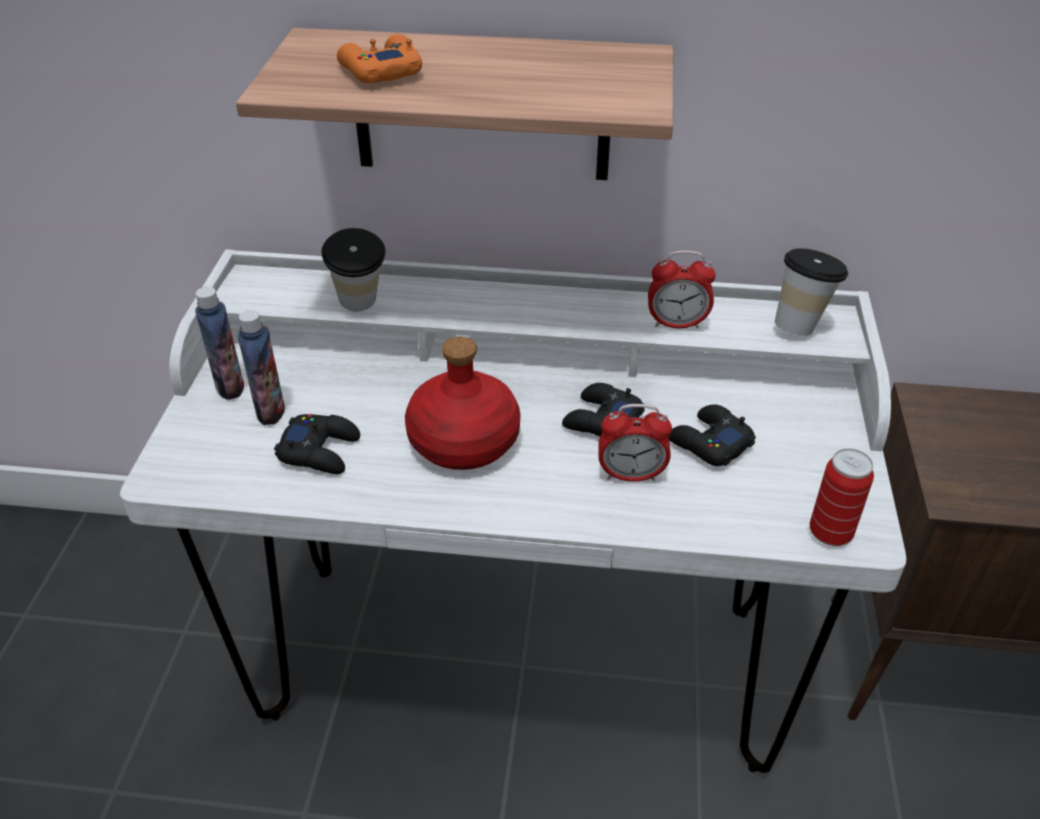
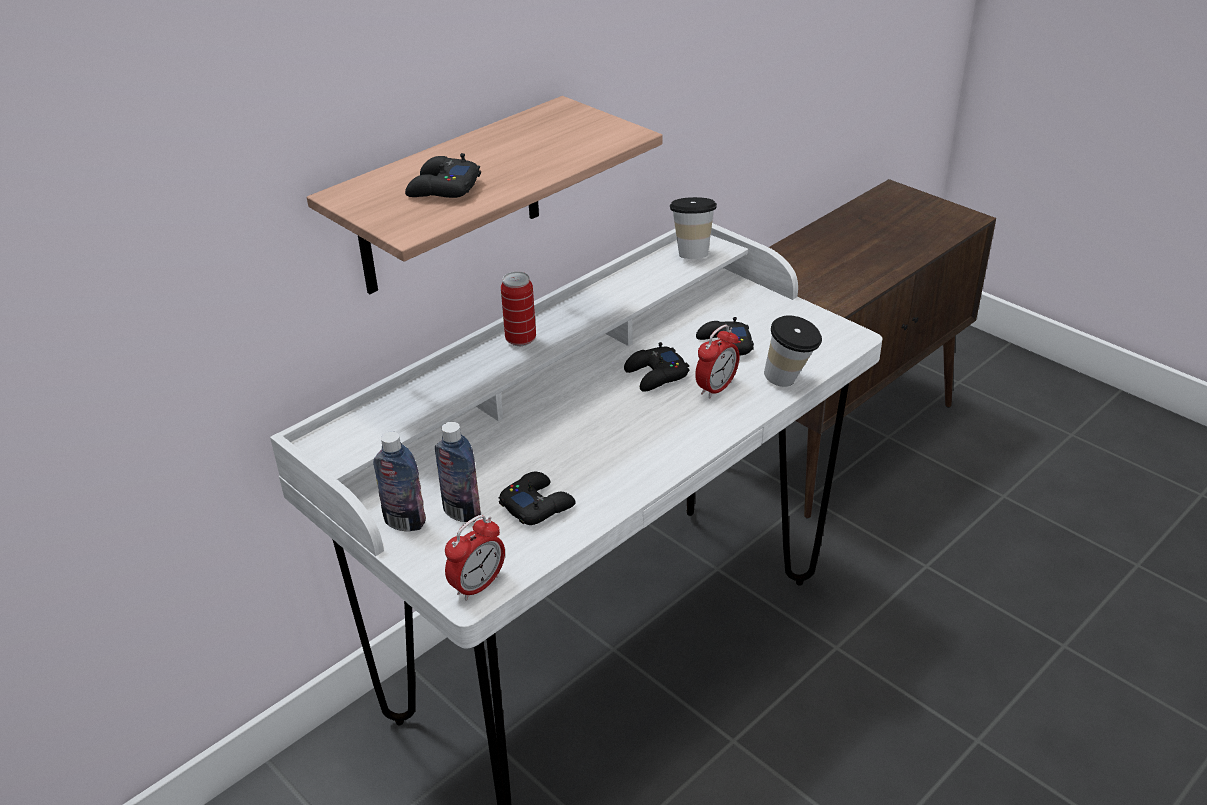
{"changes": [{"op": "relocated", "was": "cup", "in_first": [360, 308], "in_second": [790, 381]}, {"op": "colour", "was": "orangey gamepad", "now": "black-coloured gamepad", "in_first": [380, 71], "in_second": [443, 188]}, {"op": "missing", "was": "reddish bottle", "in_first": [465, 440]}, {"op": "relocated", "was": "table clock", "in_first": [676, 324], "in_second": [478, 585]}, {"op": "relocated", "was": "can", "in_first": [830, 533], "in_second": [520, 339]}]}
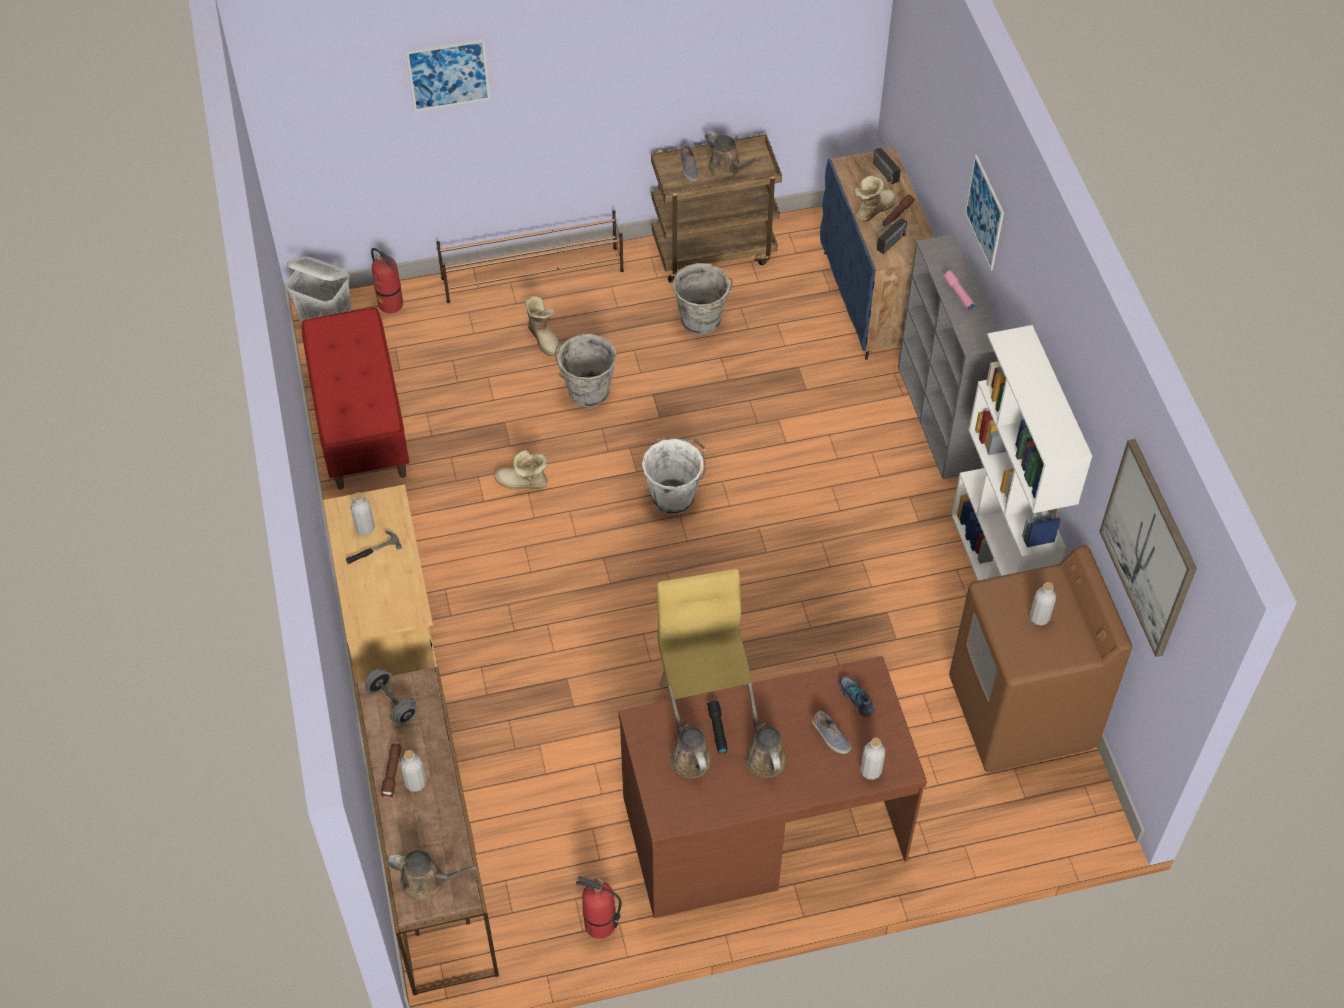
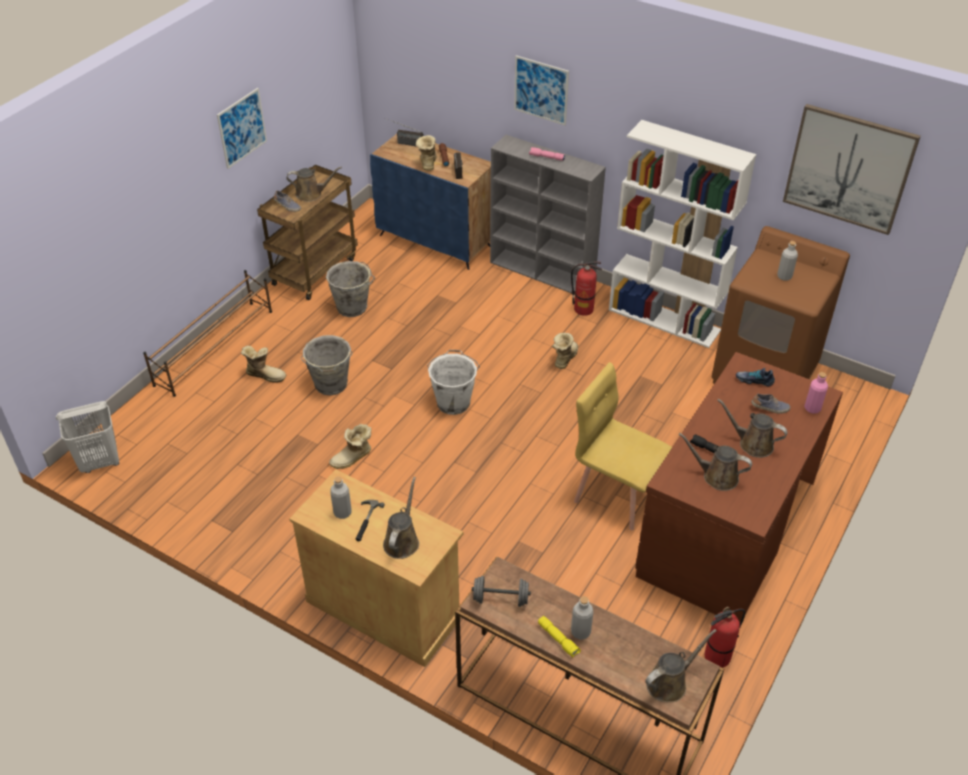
{"changes": [{"op": "missing", "was": "reddish bench", "in_first": [360, 422]}, {"op": "relocated", "was": "extinguisher", "in_first": [391, 304], "in_second": [583, 309]}, {"op": "colour", "was": "brown-coloured hand torch", "now": "yellow-coloured hand torch", "in_first": [392, 773], "in_second": [559, 639]}, {"op": "relocated", "was": "wall art", "in_first": [448, 75], "in_second": [242, 128]}, {"op": "colour", "was": "greyish bottle", "now": "pink bottle", "in_first": [870, 771], "in_second": [812, 408]}, {"op": "appeared", "now": "brown-coloured watering can", "in_second": [402, 541]}, {"op": "appeared", "now": "tall boot", "in_second": [564, 358]}]}
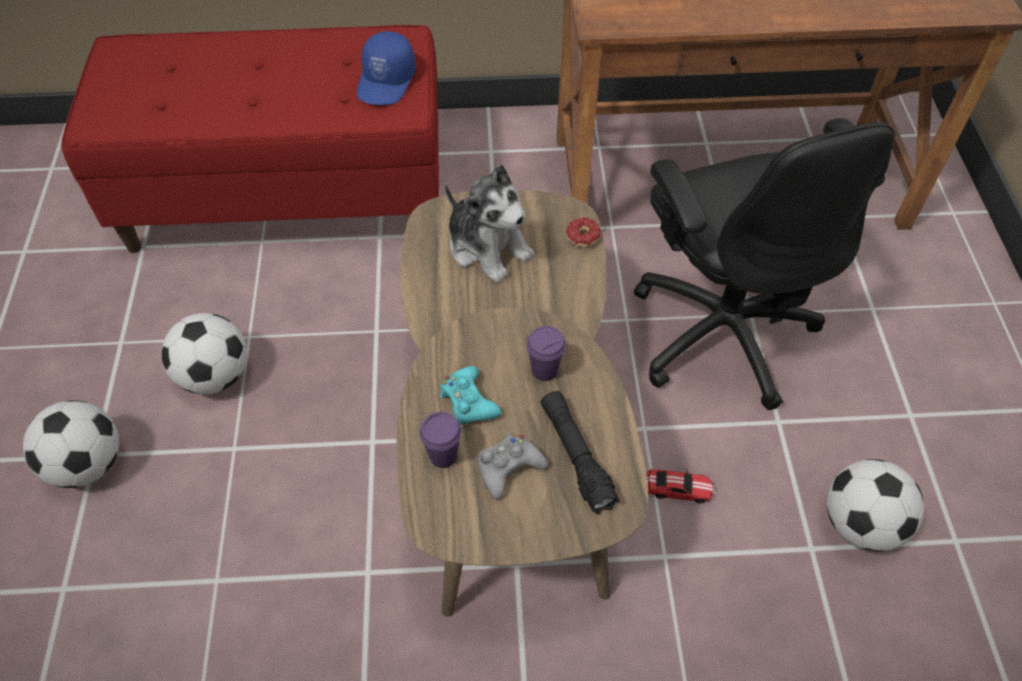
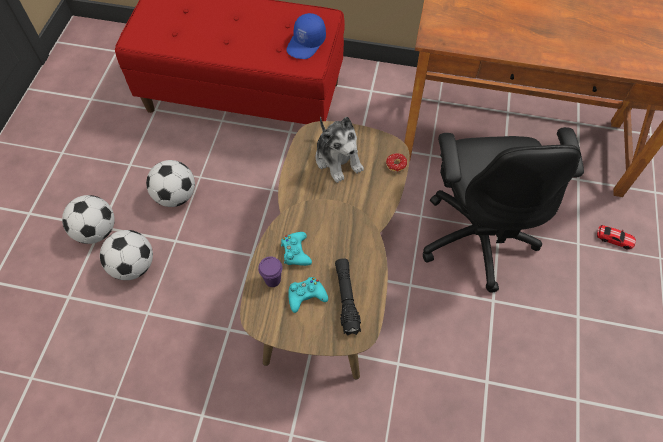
{"changes": [{"op": "colour", "was": "greyish gamepad", "now": "blue-green gamepad", "in_first": [508, 468], "in_second": [306, 296]}, {"op": "missing", "was": "purple cup", "in_first": [544, 370]}, {"op": "relocated", "was": "toy car", "in_first": [678, 488], "in_second": [614, 239]}, {"op": "relocated", "was": "football", "in_first": [860, 523], "in_second": [133, 266]}]}
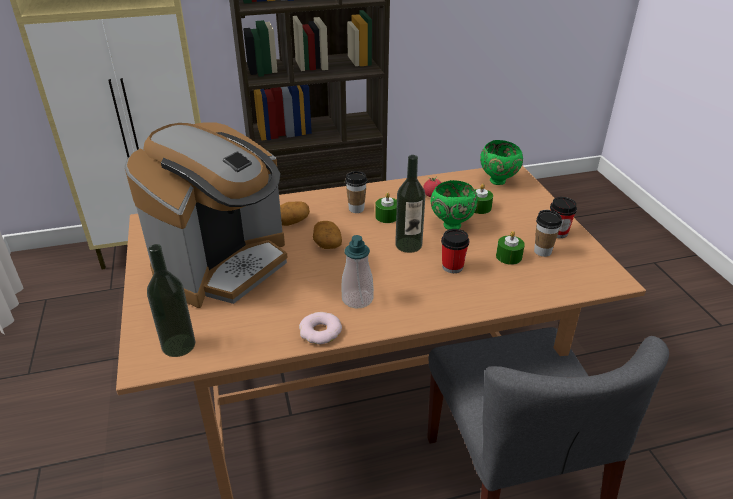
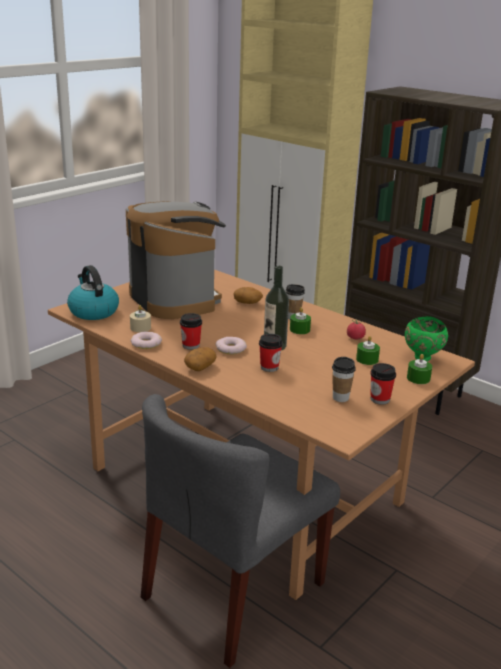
{"changes": [{"op": "spun", "was": "coffee maker", "in_first": [224, 265], "in_second": [175, 299], "clockwise": -120}, {"op": "exchanged", "was": "bottle", "now": "tea kettle", "in_first": [178, 345], "in_second": [93, 311]}, {"op": "relocated", "was": "whole potato", "in_first": [327, 243], "in_second": [200, 367]}, {"op": "exchanged", "was": "soap bottle", "now": "cup", "in_first": [357, 299], "in_second": [191, 345]}, {"op": "missing", "was": "green-coloured deep dish", "in_first": [451, 225]}, {"op": "relocated", "was": "green-coloured wax light", "in_first": [509, 256], "in_second": [418, 378]}, {"op": "appeared", "now": "sand-coloured wax light", "in_second": [140, 327]}, {"op": "appeared", "now": "doughnut", "in_second": [230, 349]}]}
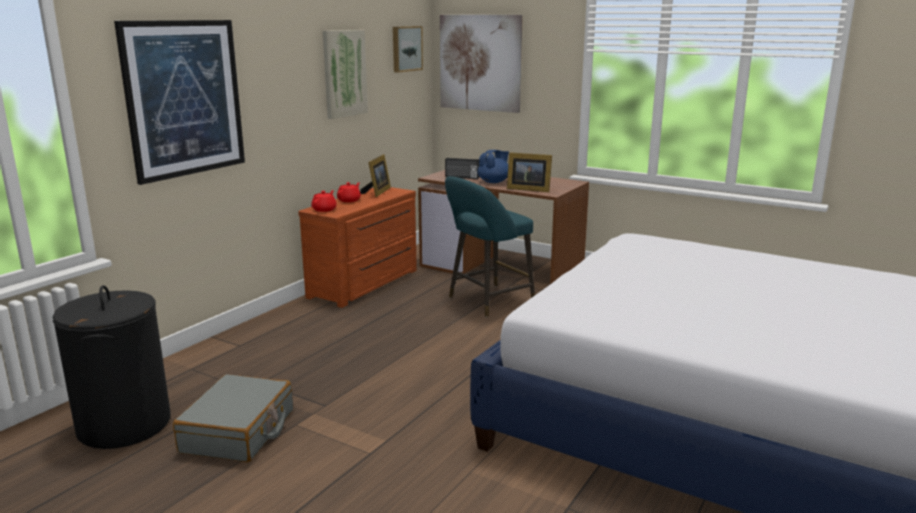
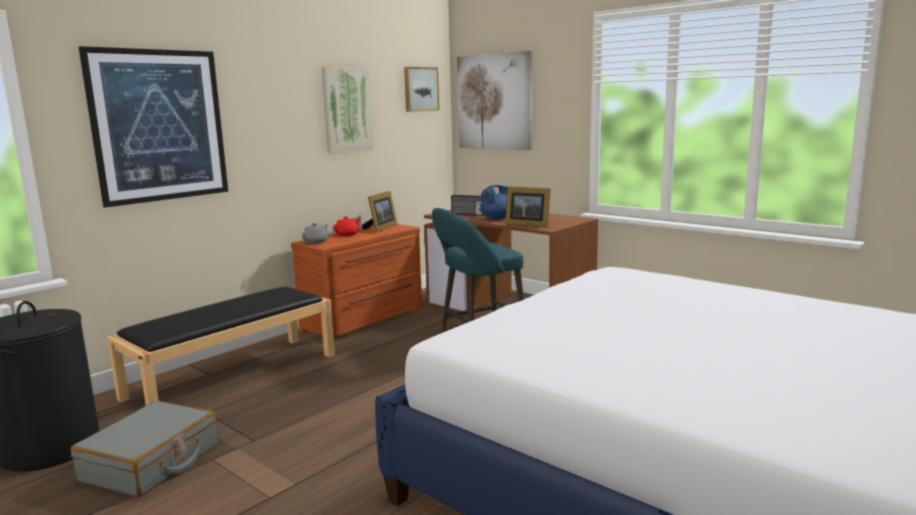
{"changes": [{"op": "colour", "was": "reddish pot for tea", "now": "greyish pot for tea", "in_first": [324, 209], "in_second": [316, 242]}, {"op": "appeared", "now": "black-coloured bench", "in_second": [234, 375]}]}
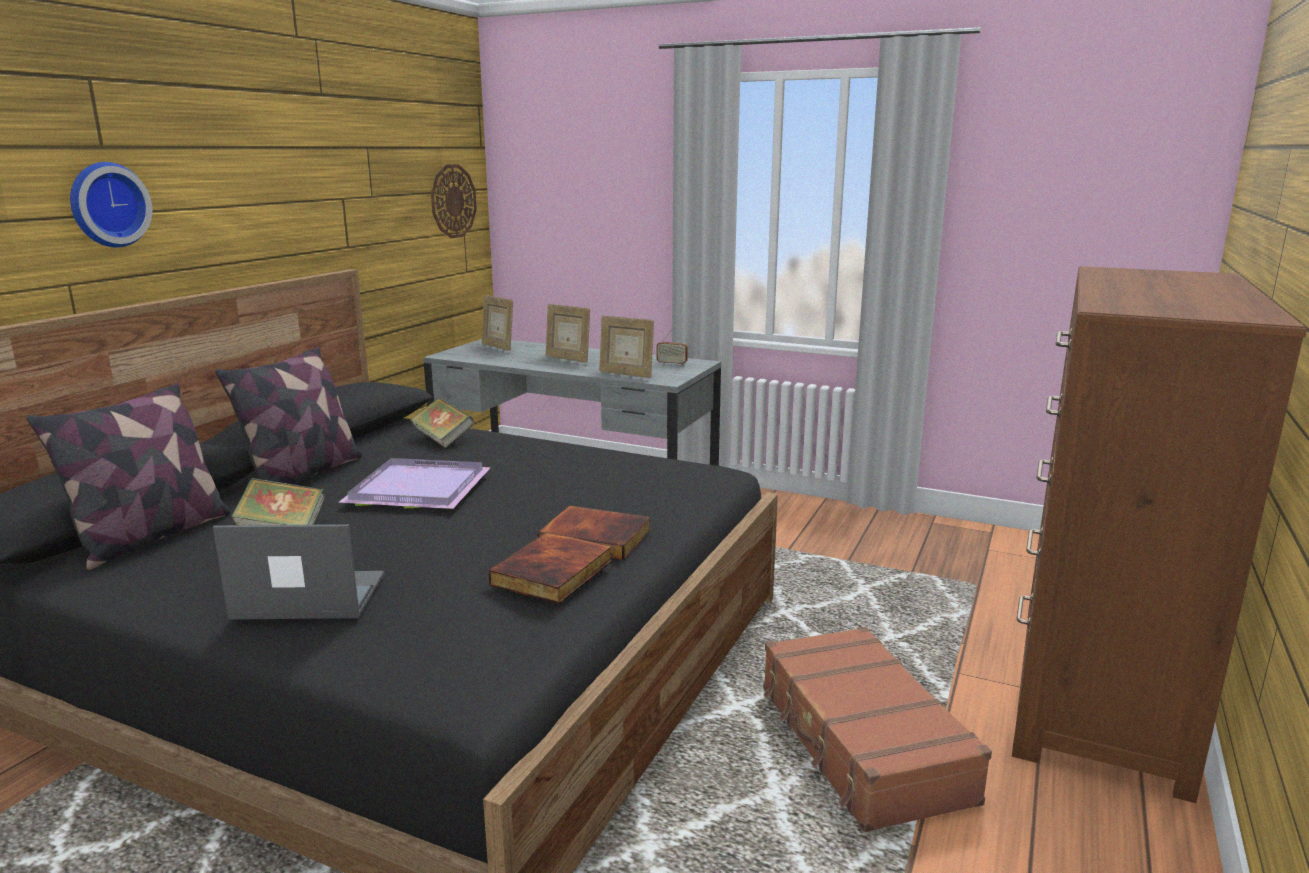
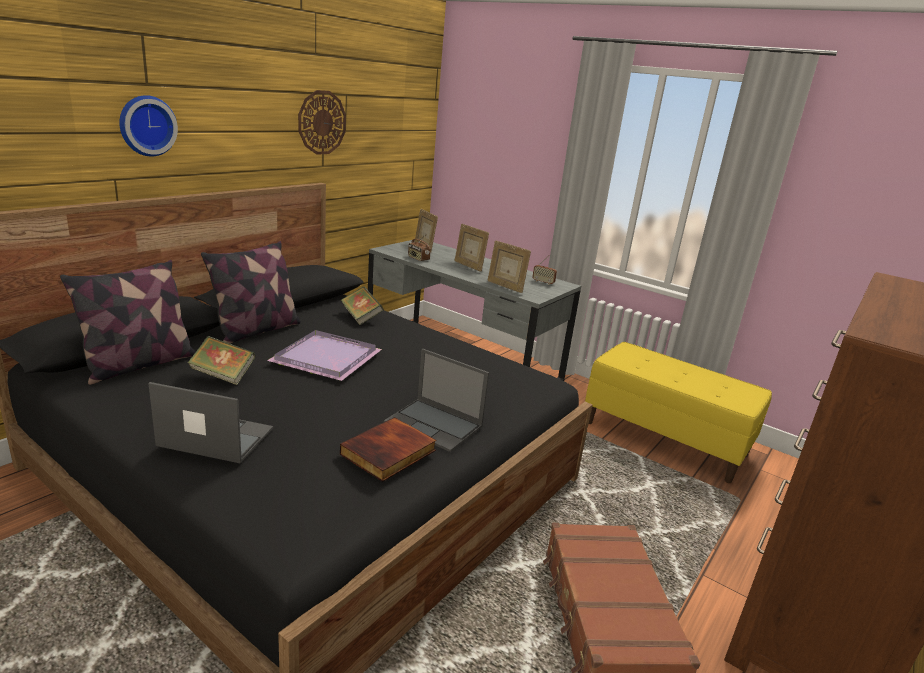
{"changes": [{"op": "relocated", "was": "hanging clock", "in_first": [453, 201], "in_second": [322, 122]}, {"op": "exchanged", "was": "volume", "now": "laptop", "in_first": [597, 537], "in_second": [434, 425]}, {"op": "appeared", "now": "radio set", "in_second": [418, 258]}, {"op": "appeared", "now": "yellow-coloured bench", "in_second": [665, 438]}]}
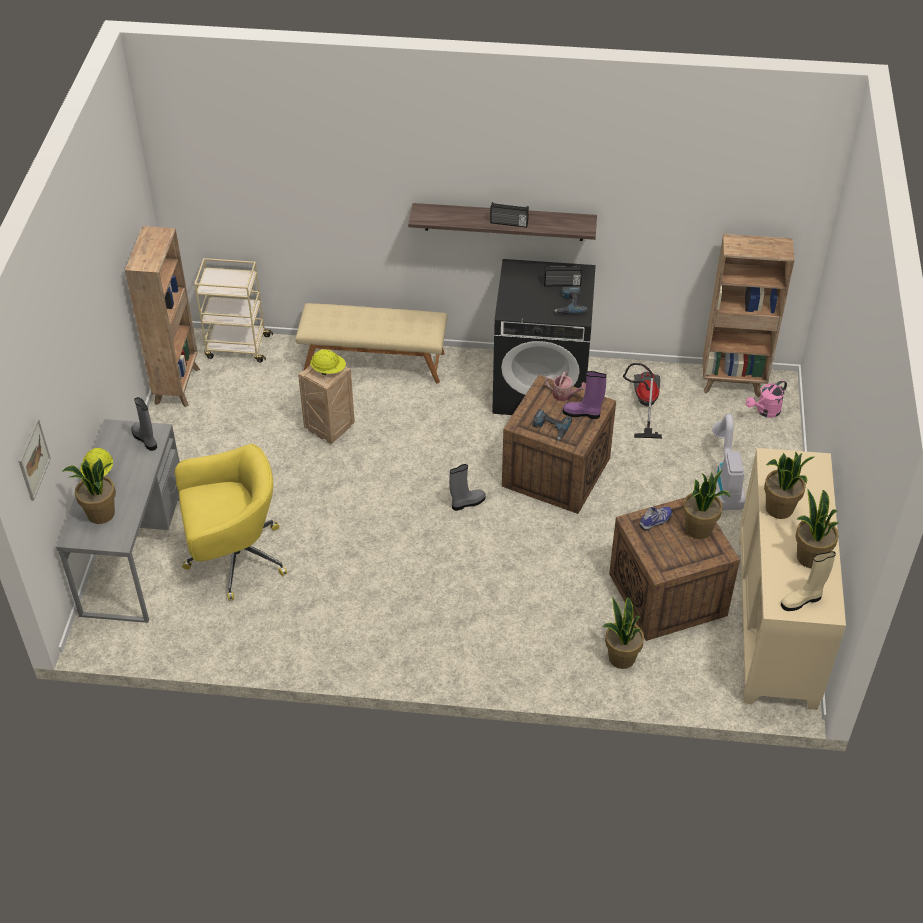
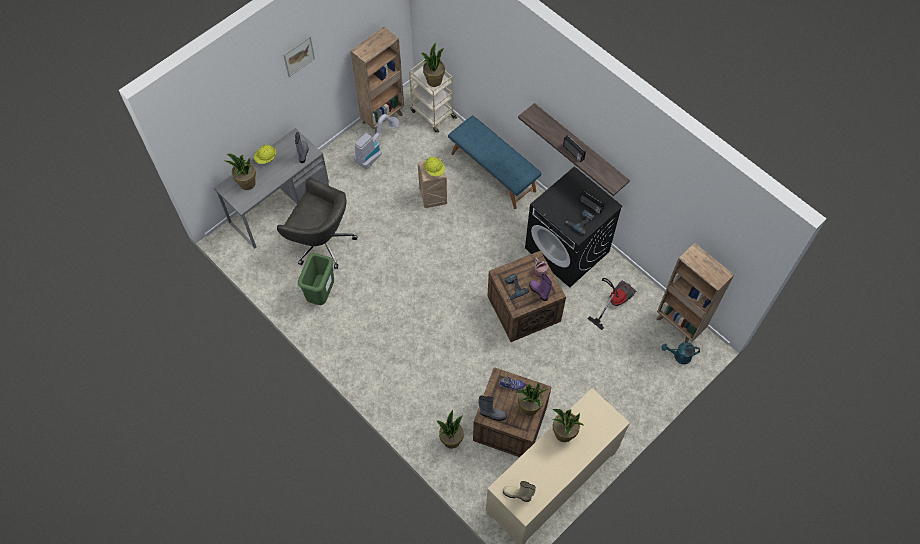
{"changes": [{"op": "relocated", "was": "wall art", "in_first": [33, 459], "in_second": [298, 56]}, {"op": "colour", "was": "yellow-coloured office chair", "now": "greyish office chair", "in_first": [234, 558], "in_second": [321, 242]}, {"op": "colour", "was": "sand-coloured bench", "now": "blue-coloured bench", "in_first": [374, 362], "in_second": [493, 172]}, {"op": "relocated", "was": "greyish tall boot", "in_first": [467, 503], "in_second": [492, 414]}, {"op": "relocated", "was": "hoover", "in_first": [723, 483], "in_second": [375, 151]}, {"op": "colour", "was": "pink watering can", "now": "blue-green watering can", "in_first": [765, 411], "in_second": [679, 356]}, {"op": "relocated", "was": "potted plant", "in_first": [810, 557], "in_second": [434, 80]}, {"op": "appeared", "now": "green-coloured rubbish bin", "in_second": [321, 294]}]}
